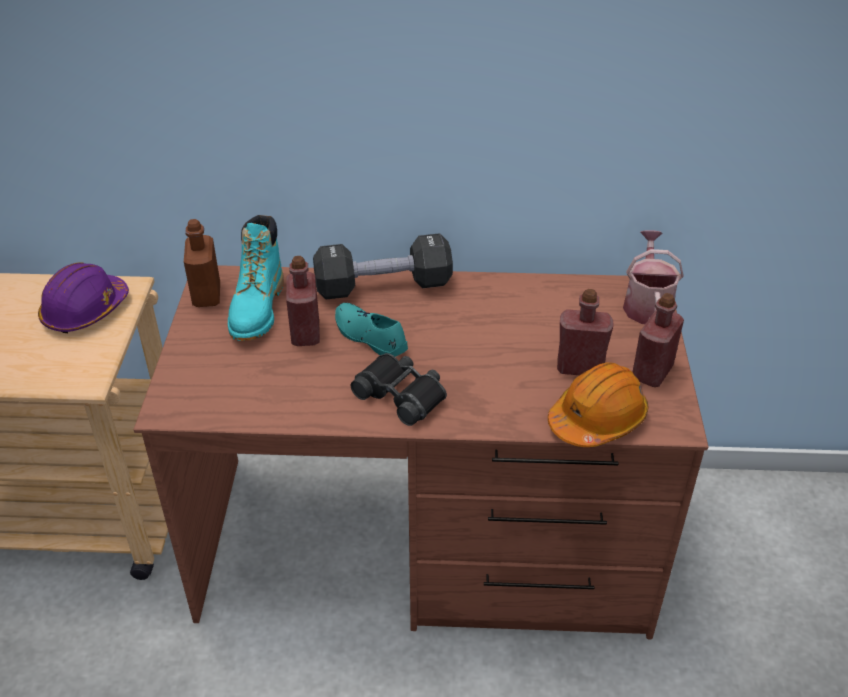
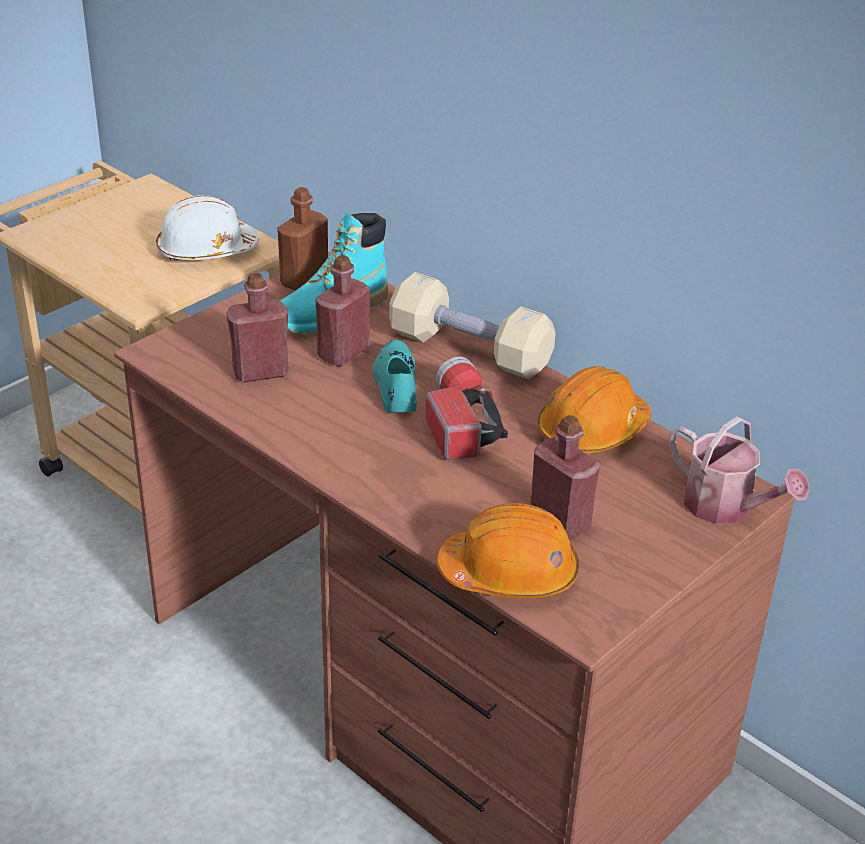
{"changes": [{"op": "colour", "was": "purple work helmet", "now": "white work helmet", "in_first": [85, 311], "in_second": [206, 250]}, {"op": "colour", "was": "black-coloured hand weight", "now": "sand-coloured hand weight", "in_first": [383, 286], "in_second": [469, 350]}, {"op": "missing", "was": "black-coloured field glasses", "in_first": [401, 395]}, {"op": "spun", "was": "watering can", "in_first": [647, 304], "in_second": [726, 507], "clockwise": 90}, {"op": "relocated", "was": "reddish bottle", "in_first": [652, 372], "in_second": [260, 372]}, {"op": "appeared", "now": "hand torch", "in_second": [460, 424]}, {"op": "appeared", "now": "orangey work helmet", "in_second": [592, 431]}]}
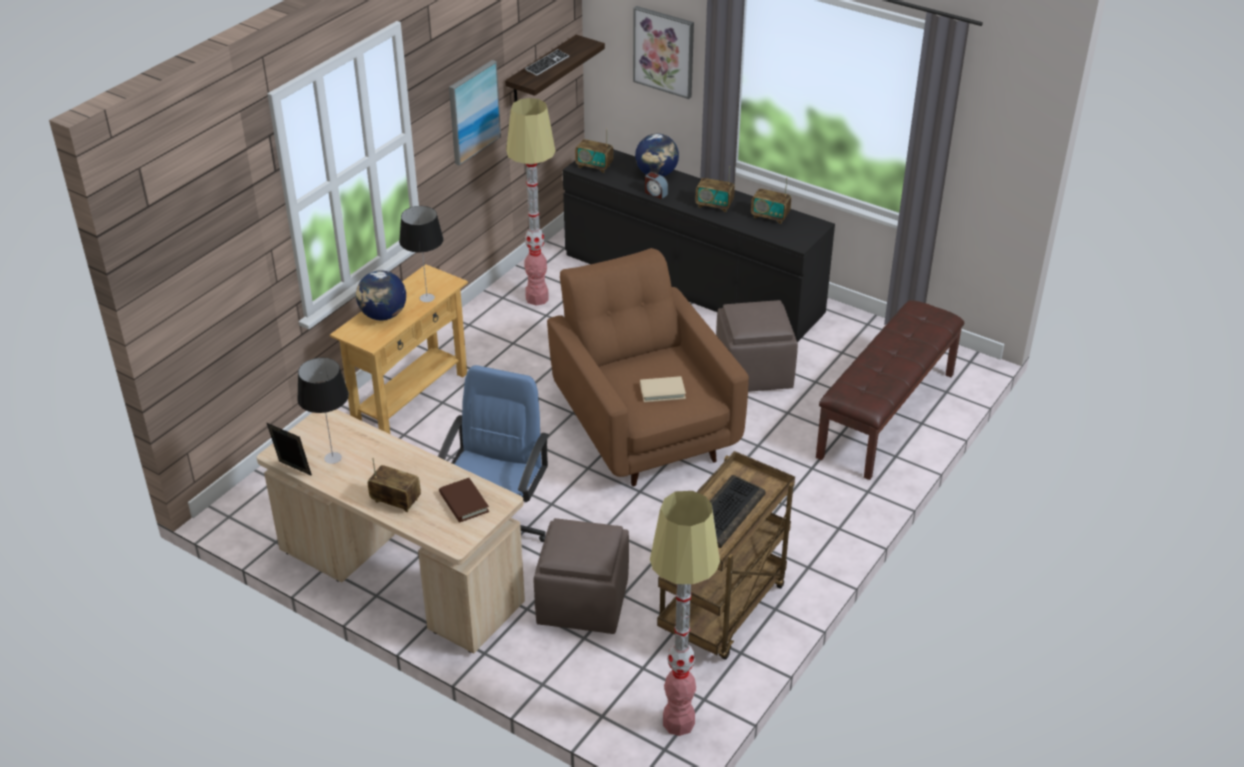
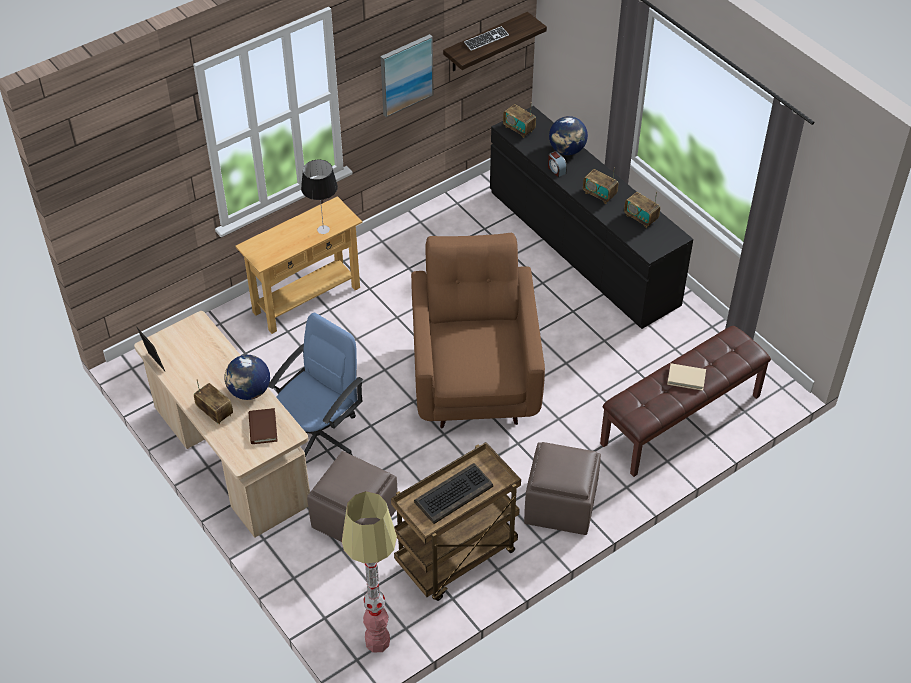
{"changes": [{"op": "missing", "was": "lamp for a table", "in_first": [332, 457]}, {"op": "relocated", "was": "globe", "in_first": [383, 315], "in_second": [249, 391]}, {"op": "missing", "was": "standing lamp", "in_first": [537, 298]}, {"op": "missing", "was": "wall art", "in_first": [664, 51]}, {"op": "relocated", "was": "sand-coloured volume", "in_first": [662, 391], "in_second": [686, 378]}, {"op": "relocated", "was": "brown-coloured footrest", "in_first": [753, 373], "in_second": [559, 506]}]}
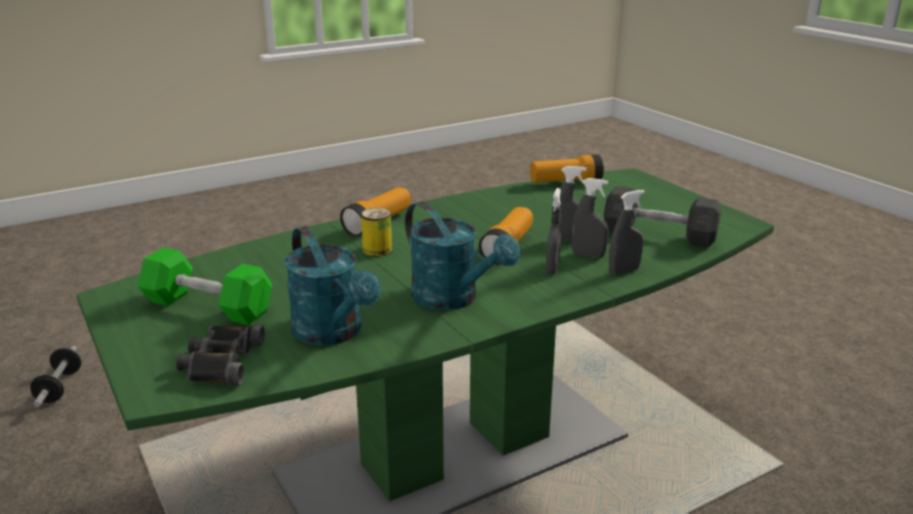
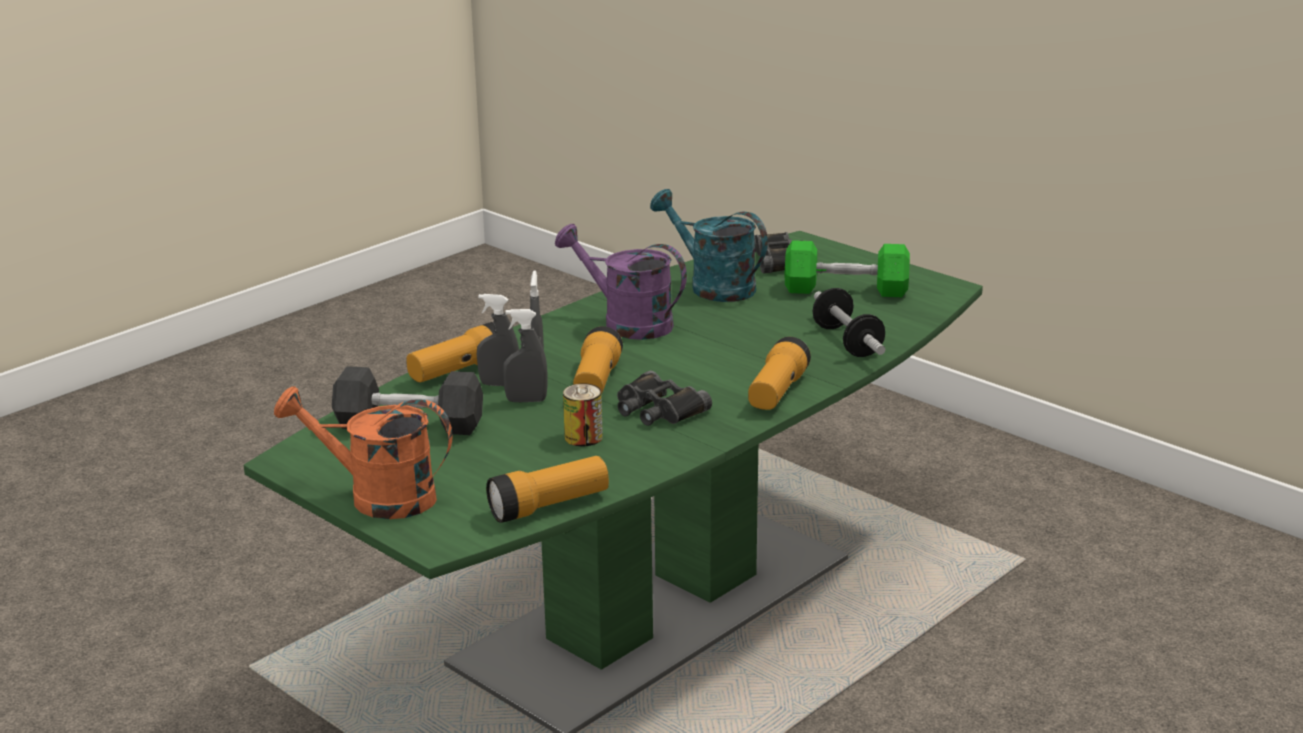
{"changes": [{"op": "relocated", "was": "hand weight", "in_first": [59, 387], "in_second": [847, 342]}, {"op": "relocated", "was": "can", "in_first": [377, 249], "in_second": [583, 437]}, {"op": "colour", "was": "blue-green watering can", "now": "purple watering can", "in_first": [453, 299], "in_second": [627, 323]}, {"op": "exchanged", "was": "greyish spray bottle", "now": "hand torch", "in_first": [624, 271], "in_second": [458, 371]}, {"op": "appeared", "now": "orangey watering can", "in_second": [377, 497]}, {"op": "appeared", "now": "black-coloured field glasses", "in_second": [658, 409]}]}
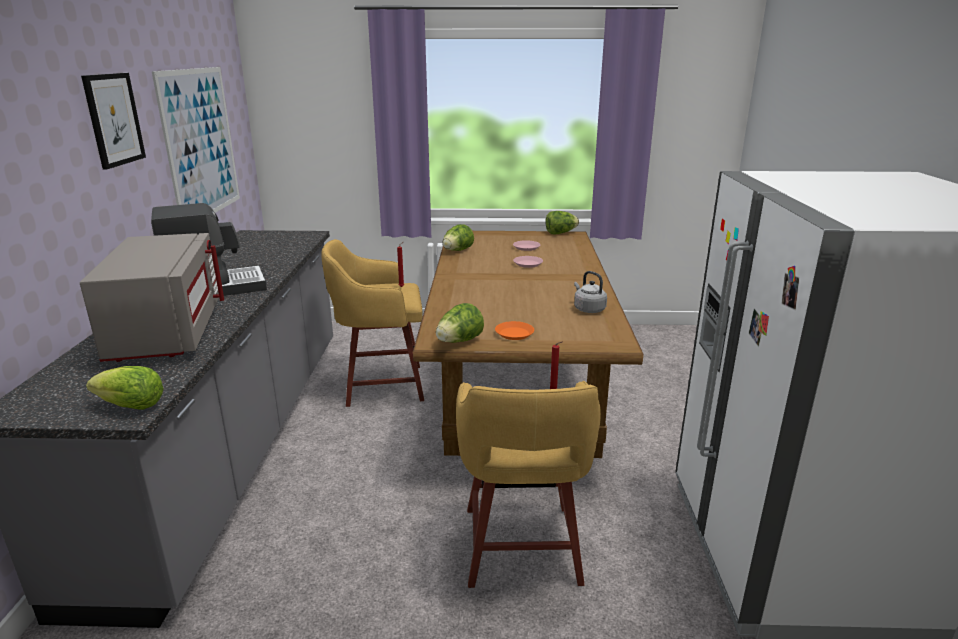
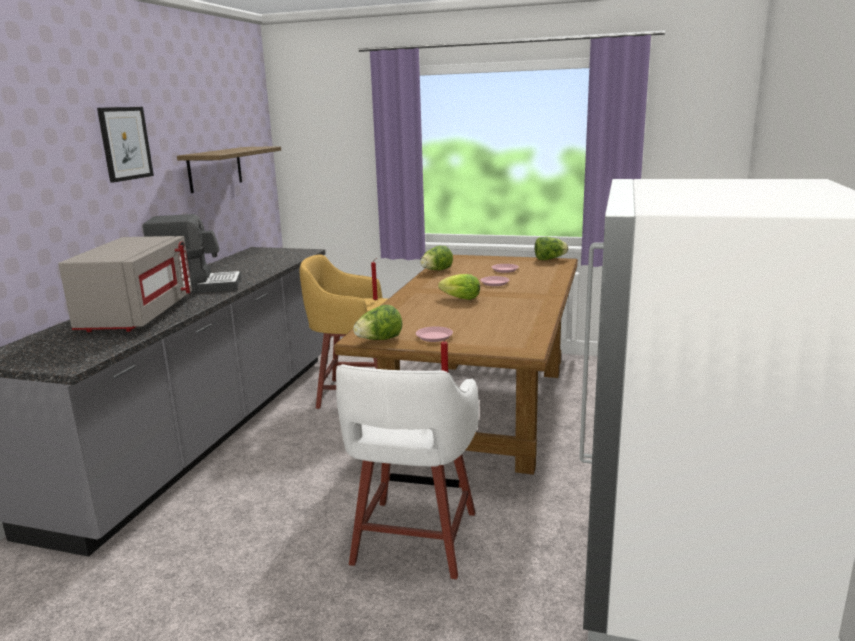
{"changes": [{"op": "relocated", "was": "head of lettuce", "in_first": [132, 406], "in_second": [461, 299]}, {"op": "exchanged", "was": "wall art", "now": "bracket shelf", "in_first": [201, 144], "in_second": [215, 169]}, {"op": "colour", "was": "yellow-coloured sitting stool", "now": "white sitting stool", "in_first": [521, 548], "in_second": [413, 540]}, {"op": "colour", "was": "orangey plate", "now": "pink plate", "in_first": [514, 333], "in_second": [434, 337]}, {"op": "missing", "was": "greyish tea kettle", "in_first": [588, 309]}]}
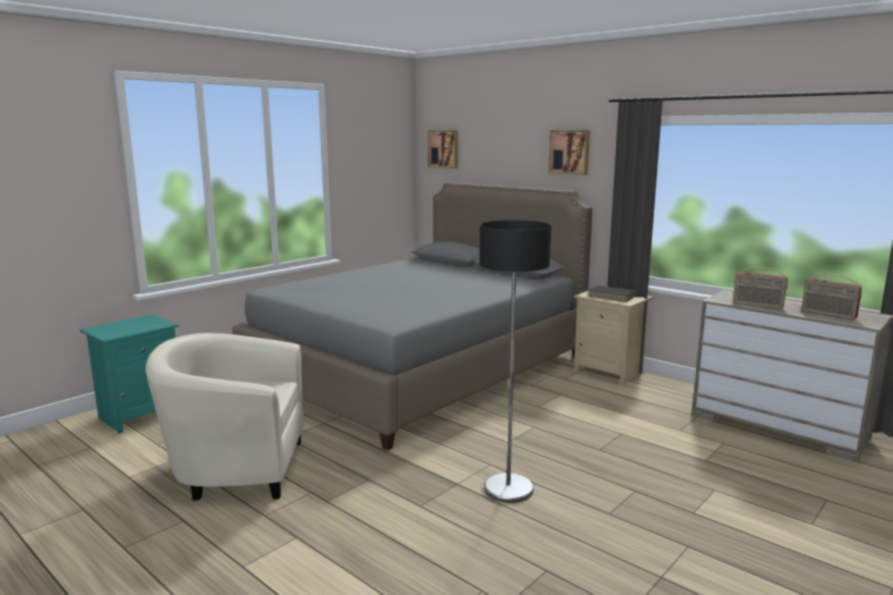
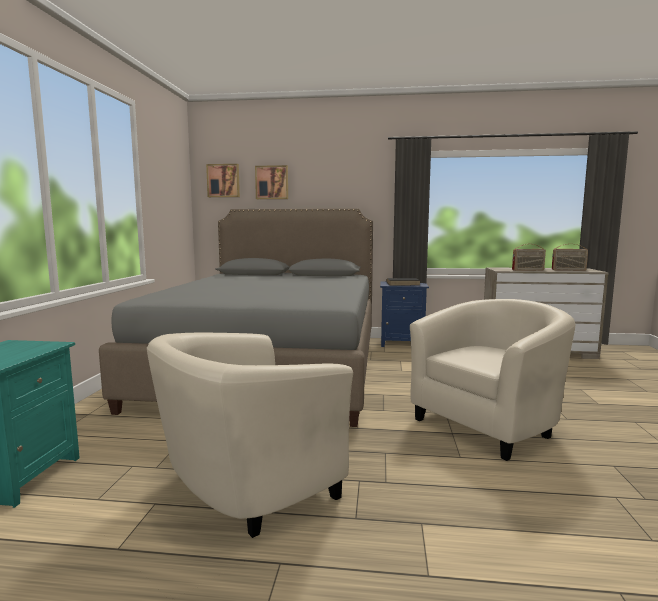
{"changes": [{"op": "exchanged", "was": "standing lamp", "now": "sand-coloured easy chair", "in_first": [509, 489], "in_second": [489, 424]}, {"op": "relocated", "was": "wall art", "in_first": [569, 152], "in_second": [272, 182]}, {"op": "colour", "was": "sand-coloured bedside table", "now": "blue-coloured bedside table", "in_first": [609, 372], "in_second": [402, 343]}]}
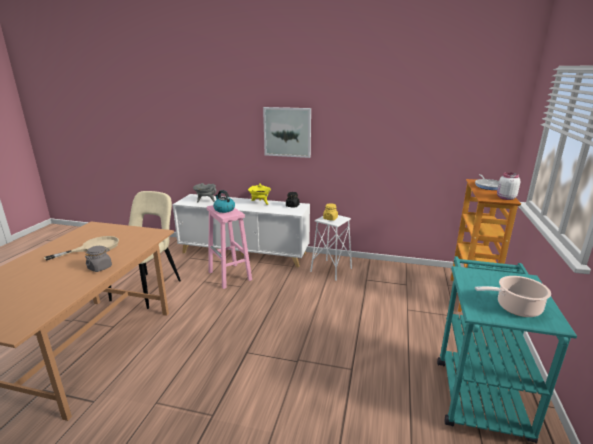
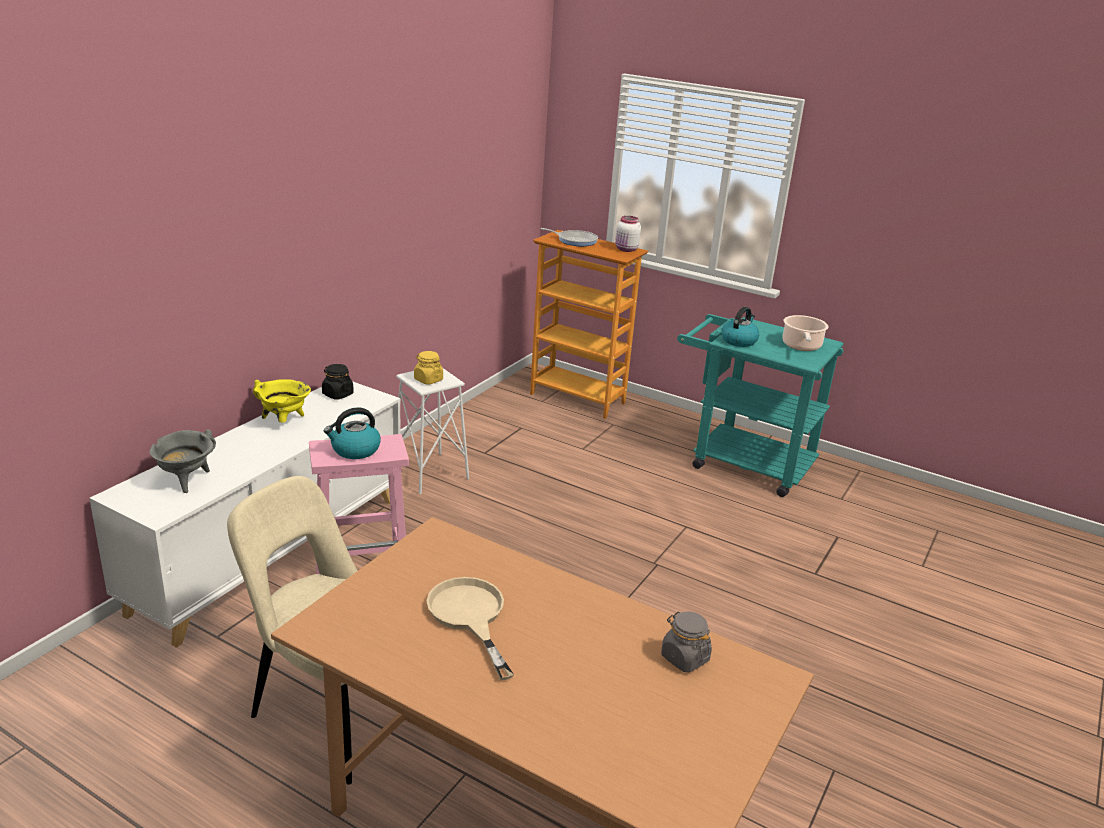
{"changes": [{"op": "relocated", "was": "greyish jar", "in_first": [100, 267], "in_second": [684, 658]}, {"op": "missing", "was": "wall art", "in_first": [287, 132]}, {"op": "appeared", "now": "tea kettle", "in_second": [739, 341]}]}
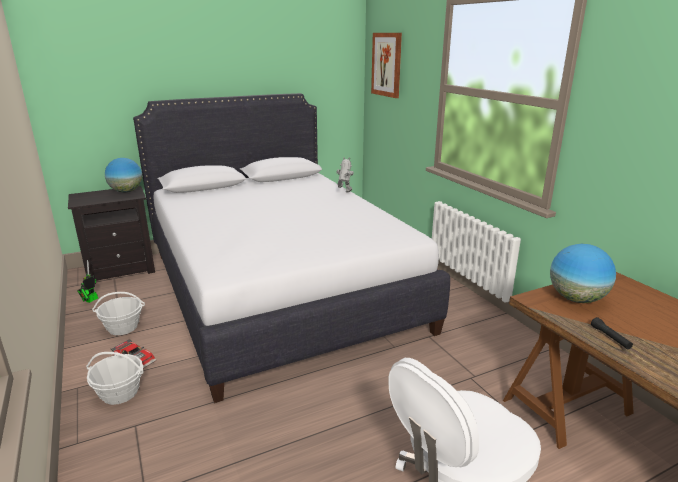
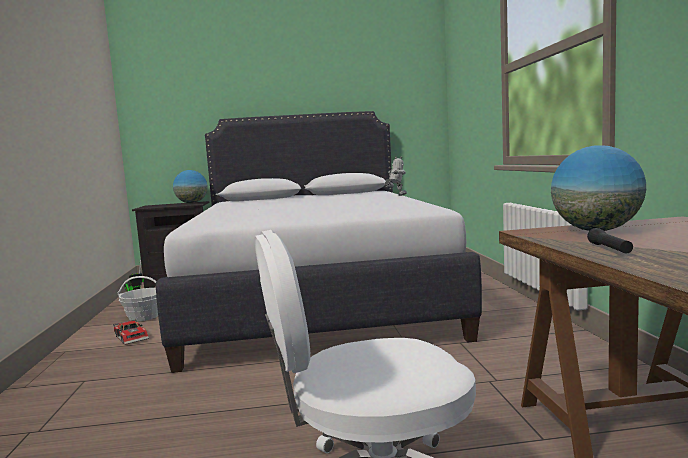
{"changes": [{"op": "missing", "was": "household basket", "in_first": [120, 393]}, {"op": "missing", "was": "wall art", "in_first": [387, 64]}]}
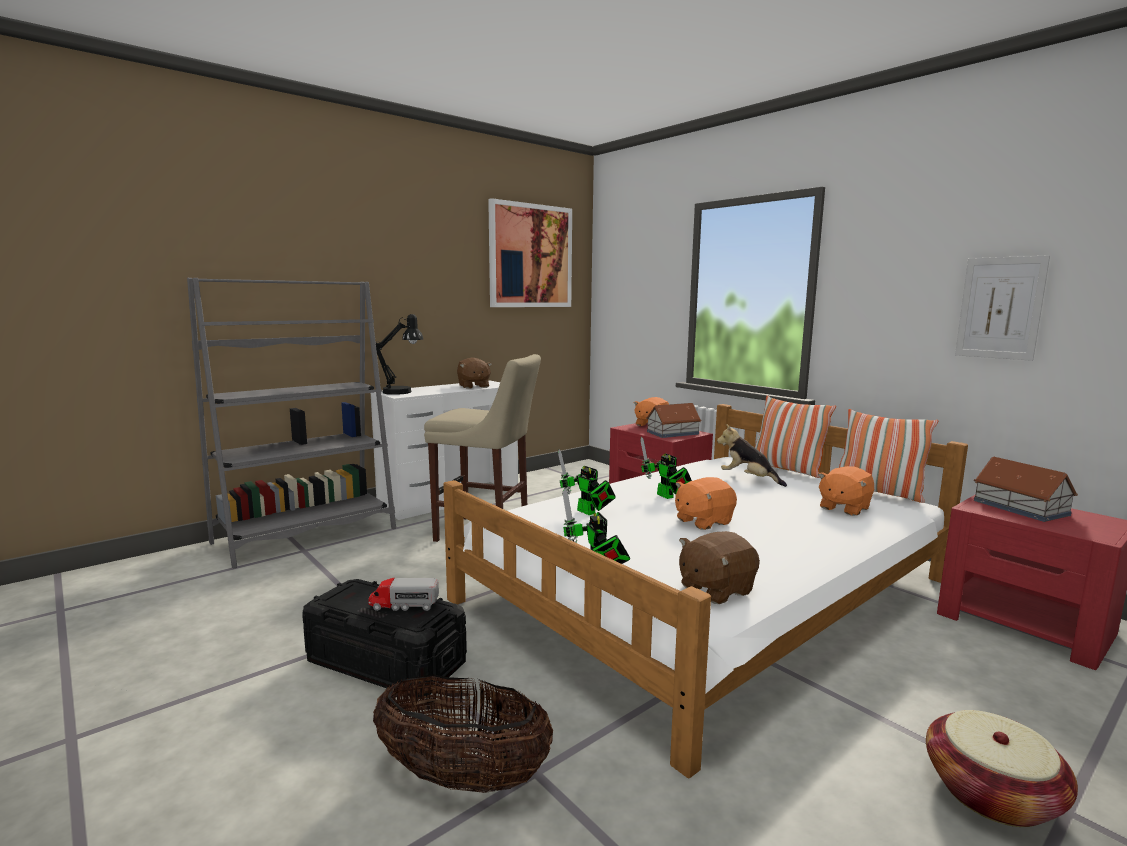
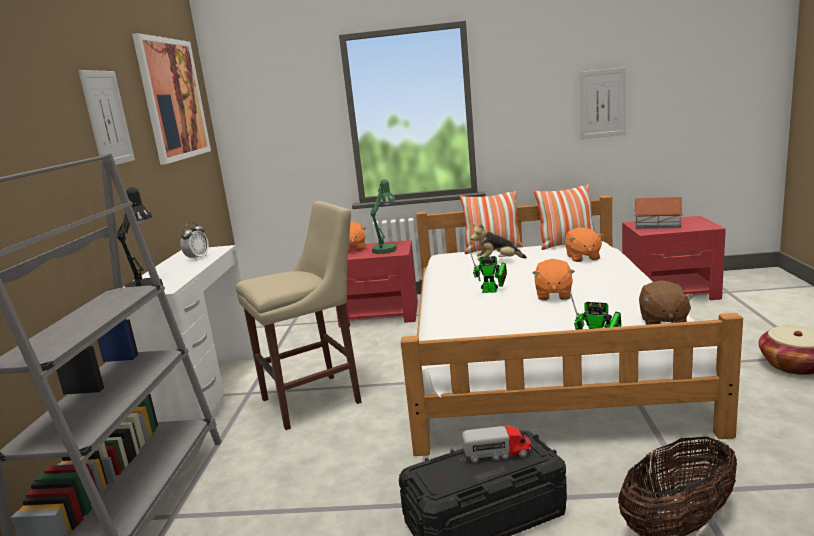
{"changes": [{"op": "spun", "was": "model truck", "in_first": [403, 605], "in_second": [497, 453], "clockwise": -135}, {"op": "exchanged", "was": "brown-coloured plush toy", "now": "table clock", "in_first": [473, 386], "in_second": [197, 258]}, {"op": "missing", "was": "model robot", "in_first": [588, 512]}, {"op": "exchanged", "was": "toy house", "now": "green-coloured lamp for a table", "in_first": [672, 433], "in_second": [386, 248]}, {"op": "appeared", "now": "wall art", "in_second": [107, 118]}]}
